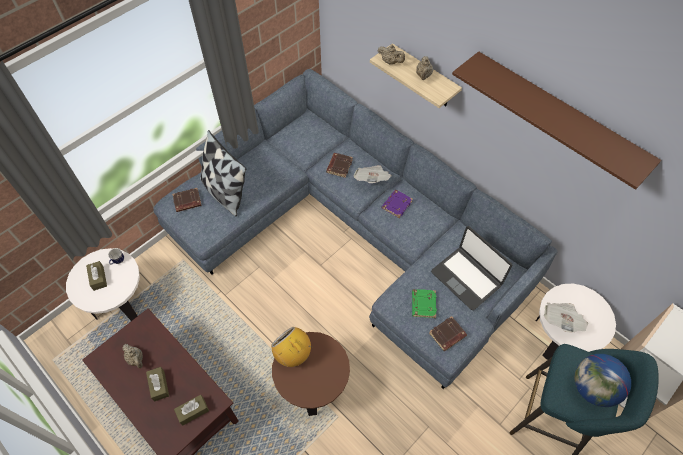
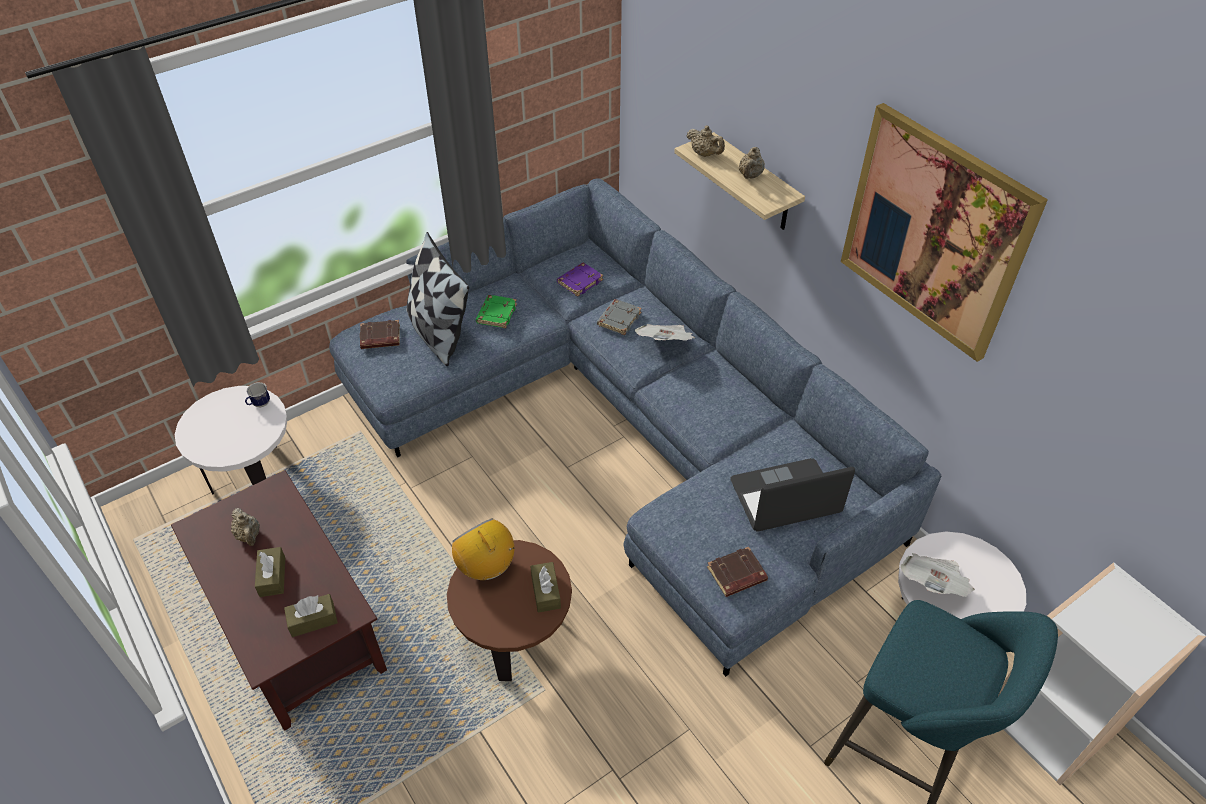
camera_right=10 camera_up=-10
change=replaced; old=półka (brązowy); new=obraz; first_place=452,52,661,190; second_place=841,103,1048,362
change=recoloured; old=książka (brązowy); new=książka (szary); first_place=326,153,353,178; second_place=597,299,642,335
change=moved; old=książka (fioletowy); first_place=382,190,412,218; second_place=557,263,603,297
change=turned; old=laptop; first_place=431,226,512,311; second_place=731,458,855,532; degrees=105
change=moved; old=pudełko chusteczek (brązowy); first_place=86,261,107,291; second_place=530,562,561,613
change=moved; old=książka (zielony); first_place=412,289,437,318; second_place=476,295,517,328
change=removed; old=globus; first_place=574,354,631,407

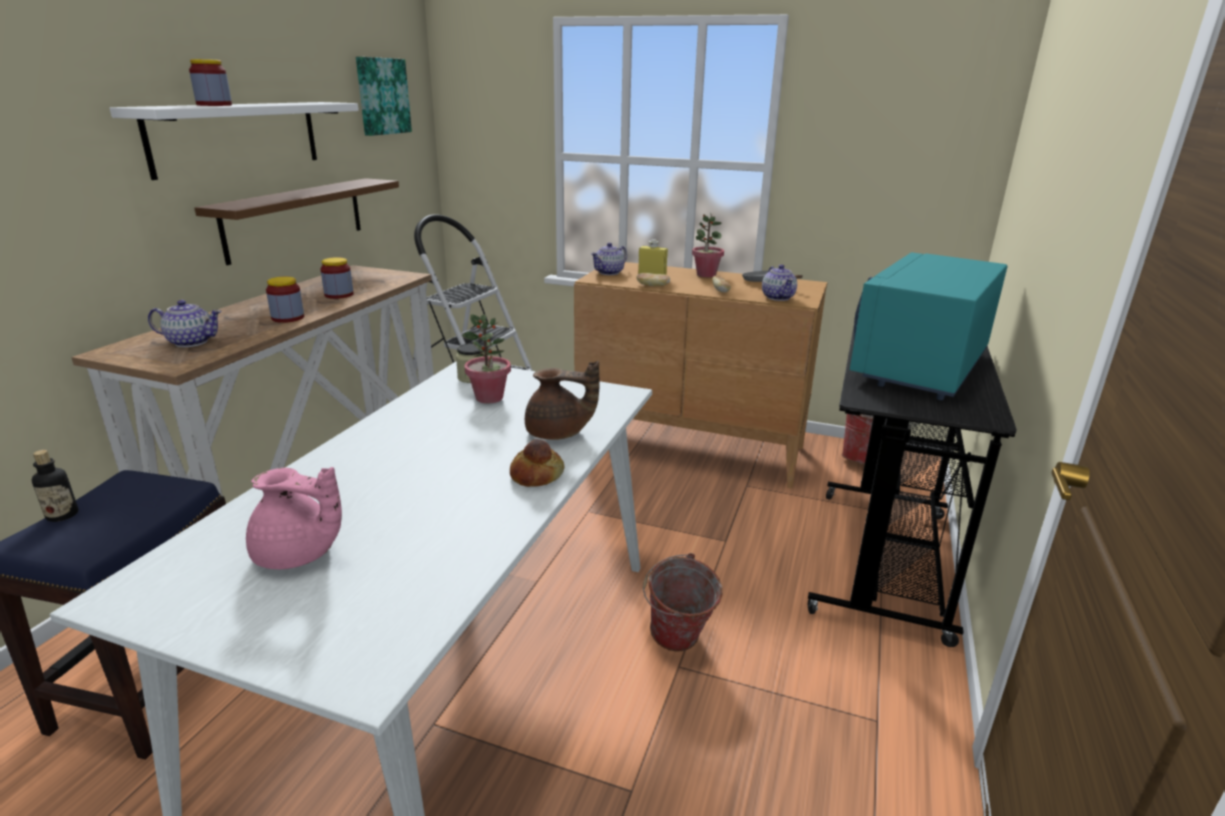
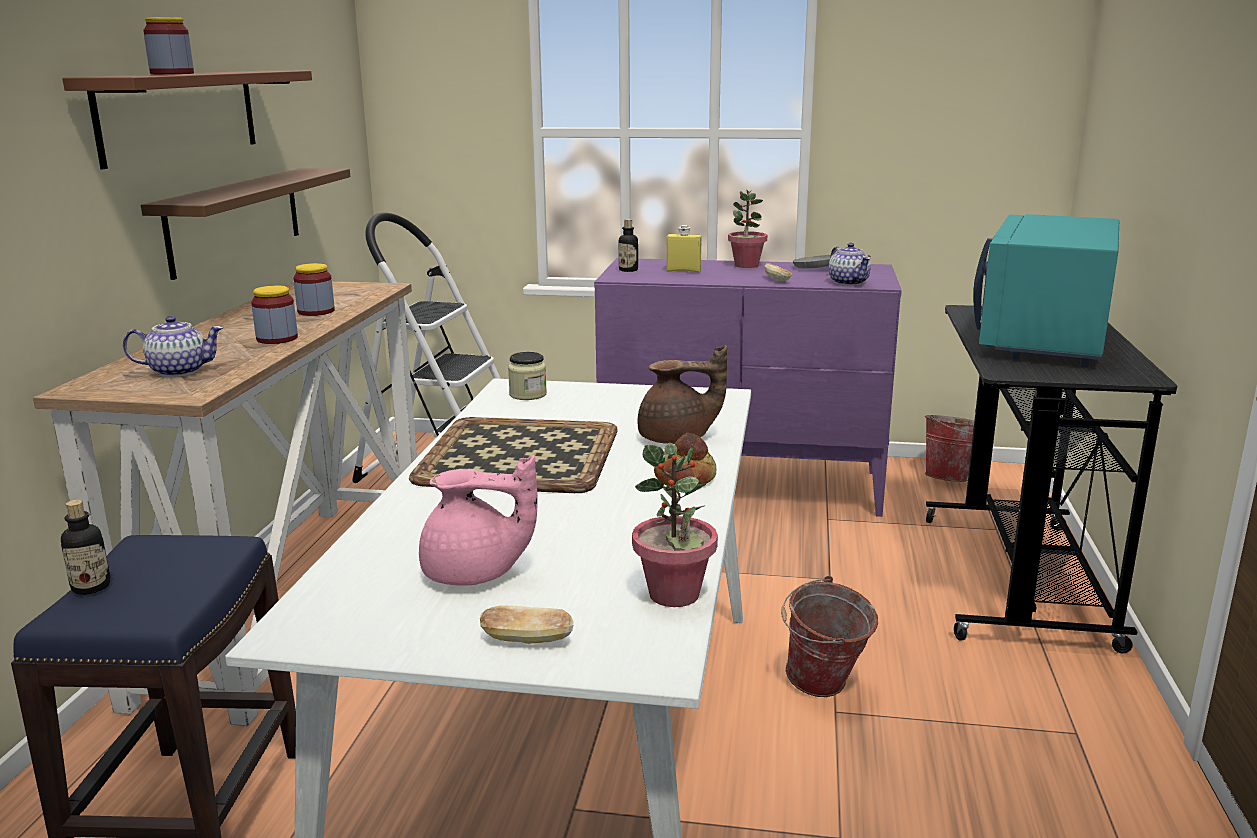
camera_right=-10 camera_up=-5
change=removed; old=obraz; first_place=356,57,412,136
change=recoloured; old=półka (biały); new=półka (brązowy); first_place=109,102,359,180; second_place=62,71,312,169
change=replaced; old=imbryk; new=butelka; first_place=591,243,627,275; second_place=619,219,638,272
change=recoloured; old=szafka (brązowy); new=szafka (fioletowy); first_place=574,262,828,489; second_place=594,258,902,517
change=moved; old=chleb; first_place=636,273,670,286; second_place=480,605,574,644
change=moved; old=roślina doniczkowa; first_place=462,314,511,404; second_place=632,443,718,607
change=added; new=taca; second_place=409,417,618,493

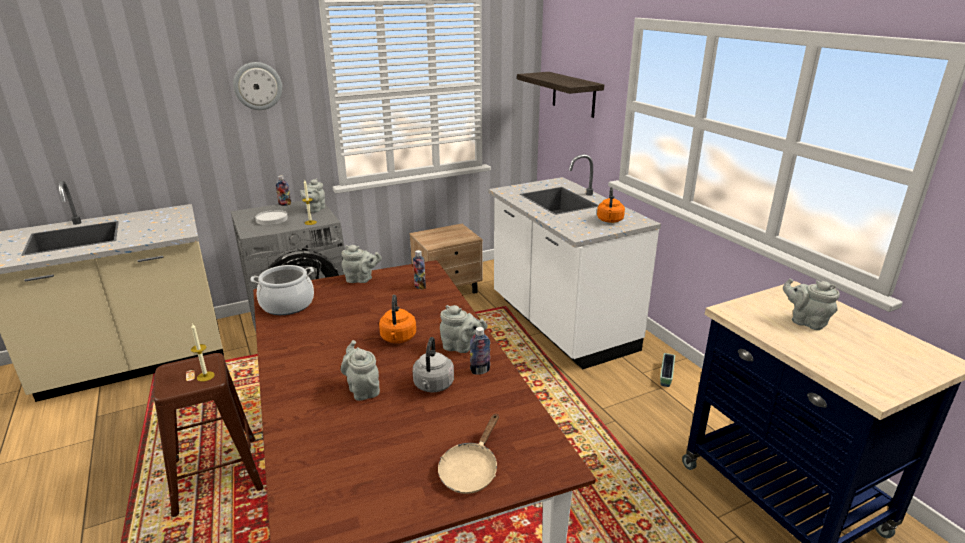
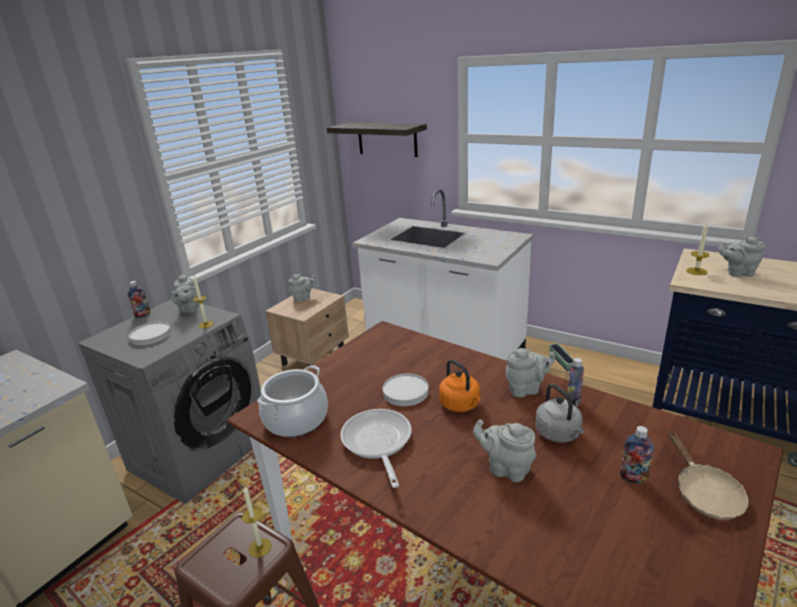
camera_right=-30 camera_up=0
change=removed; old=zegar ścienny; first_place=233,62,282,110
change=removed; old=czajnik (pomarańczowy); first_place=597,187,625,223
change=moved; old=imbryk (szary); first_place=342,245,382,283; second_place=289,274,317,302
change=moved; old=butelka; first_place=413,250,426,290; second_place=620,426,654,484
change=added; new=świeca; second_place=686,223,710,275
change=added; new=talerz (biały); second_place=383,374,429,406
change=added; new=patelnia; second_place=341,409,412,488

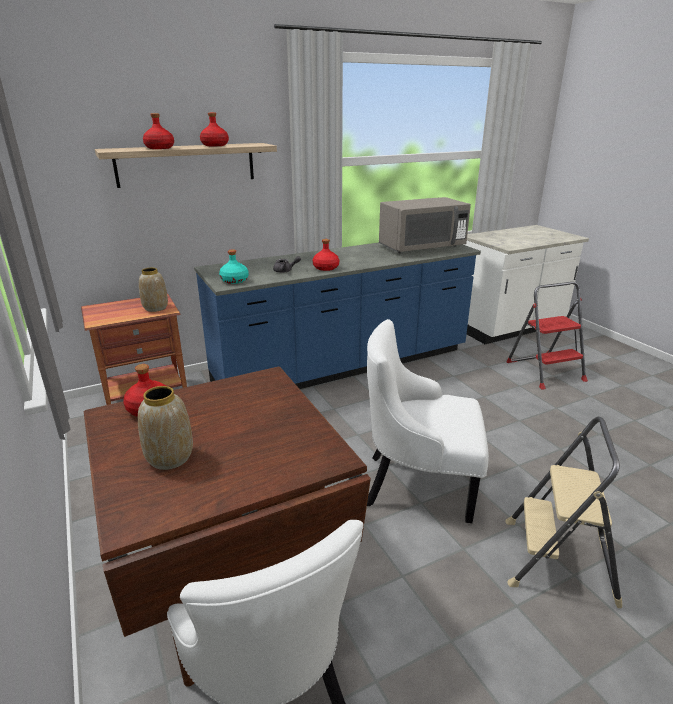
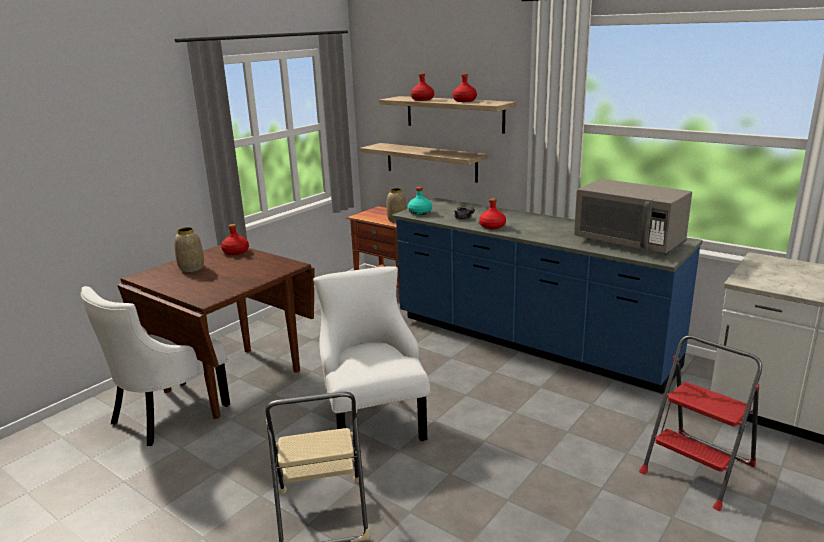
camera_right=65 camera_up=-5
change=added; new=półka; second_place=360,143,488,183

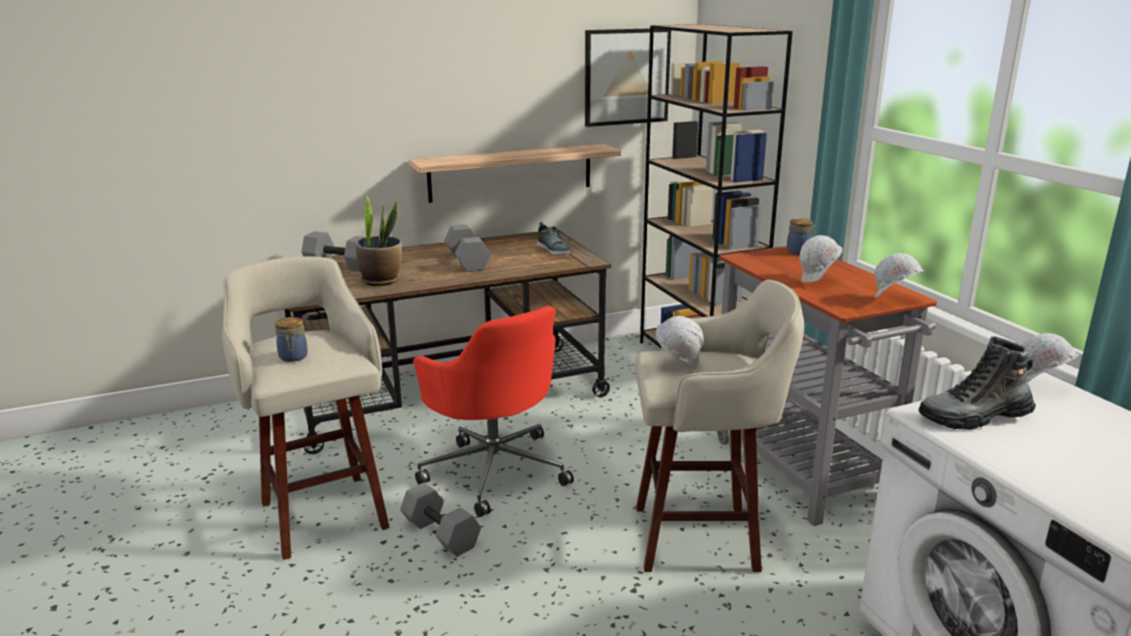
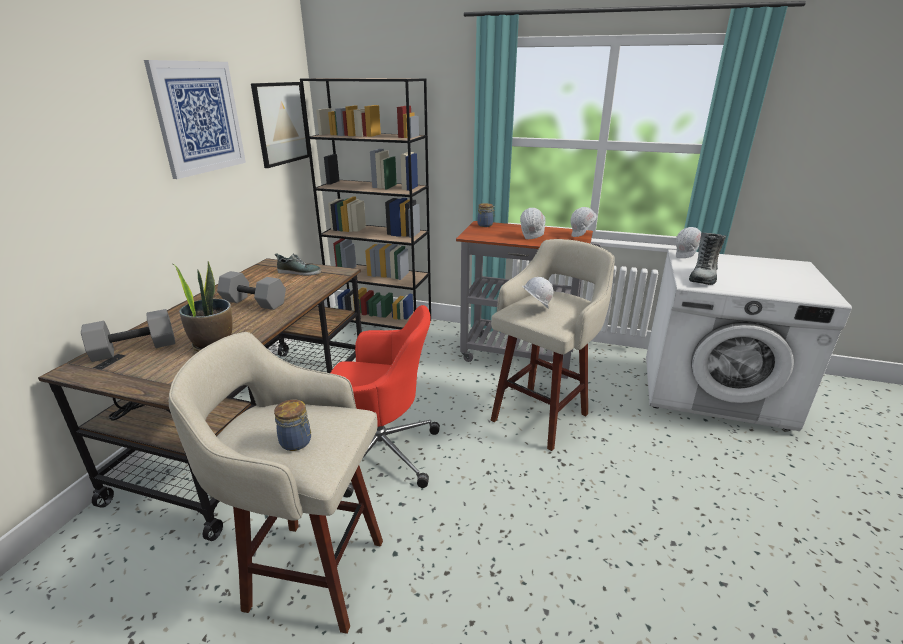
camera_right=-50 camera_up=5
change=removed; old=półka; first_place=409,144,621,203
change=removed; old=hantel (szary); first_place=400,483,481,557
change=added; new=obraz; second_place=144,60,246,179

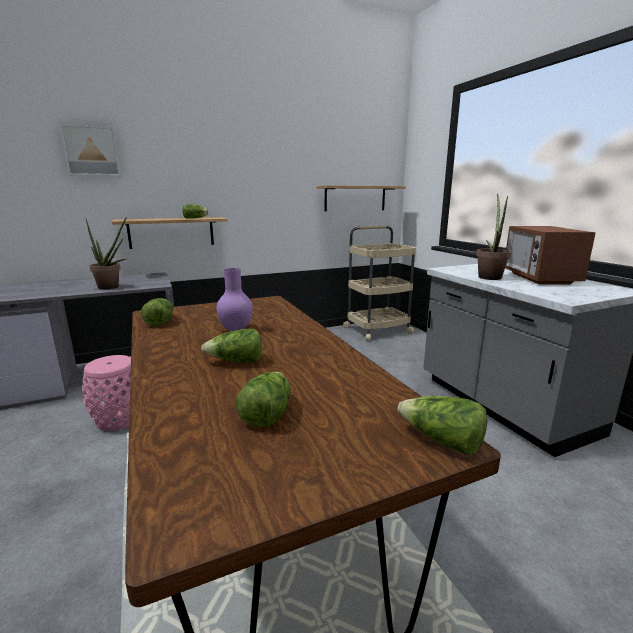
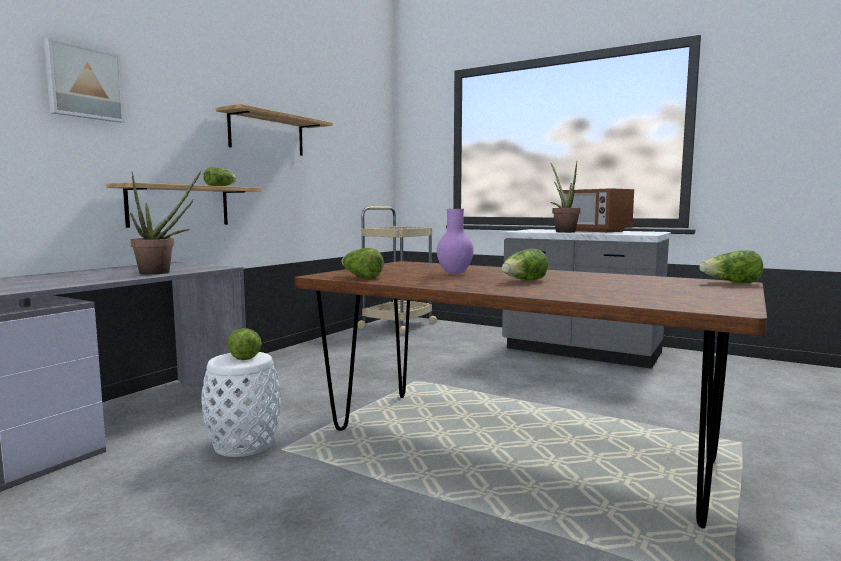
camera_right=-35 camera_up=-10
change=moved; old=półka; first_place=316,185,406,212; second_place=216,104,333,156
change=recoloured; old=stołek (różowy); new=stołek (biały); first_place=82,355,131,431; second_place=201,352,281,457
change=moved; old=sałata; first_place=235,372,291,427; second_place=227,328,262,360

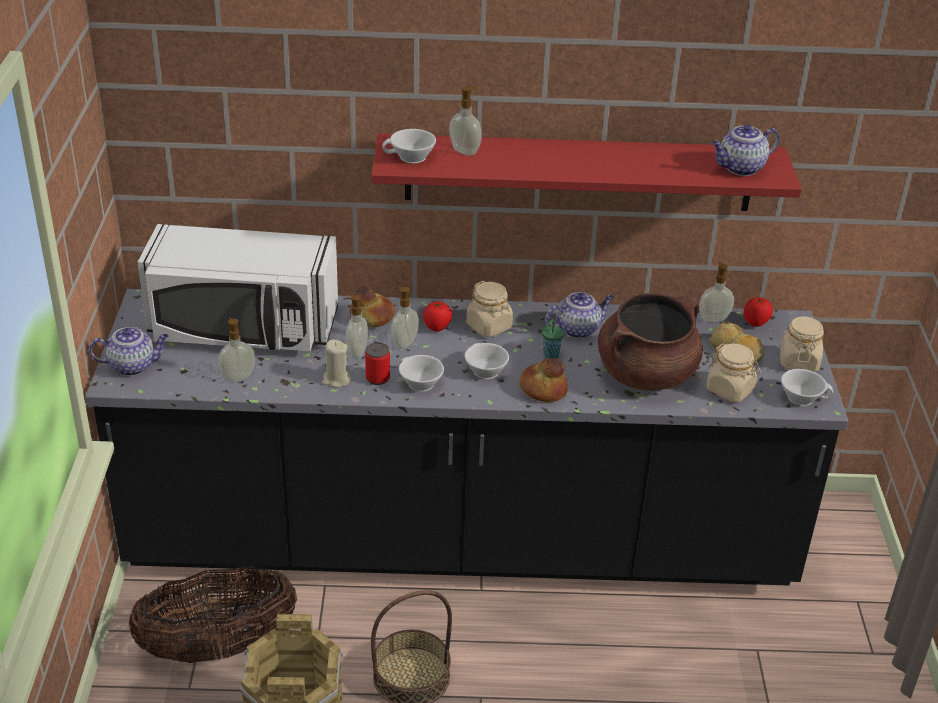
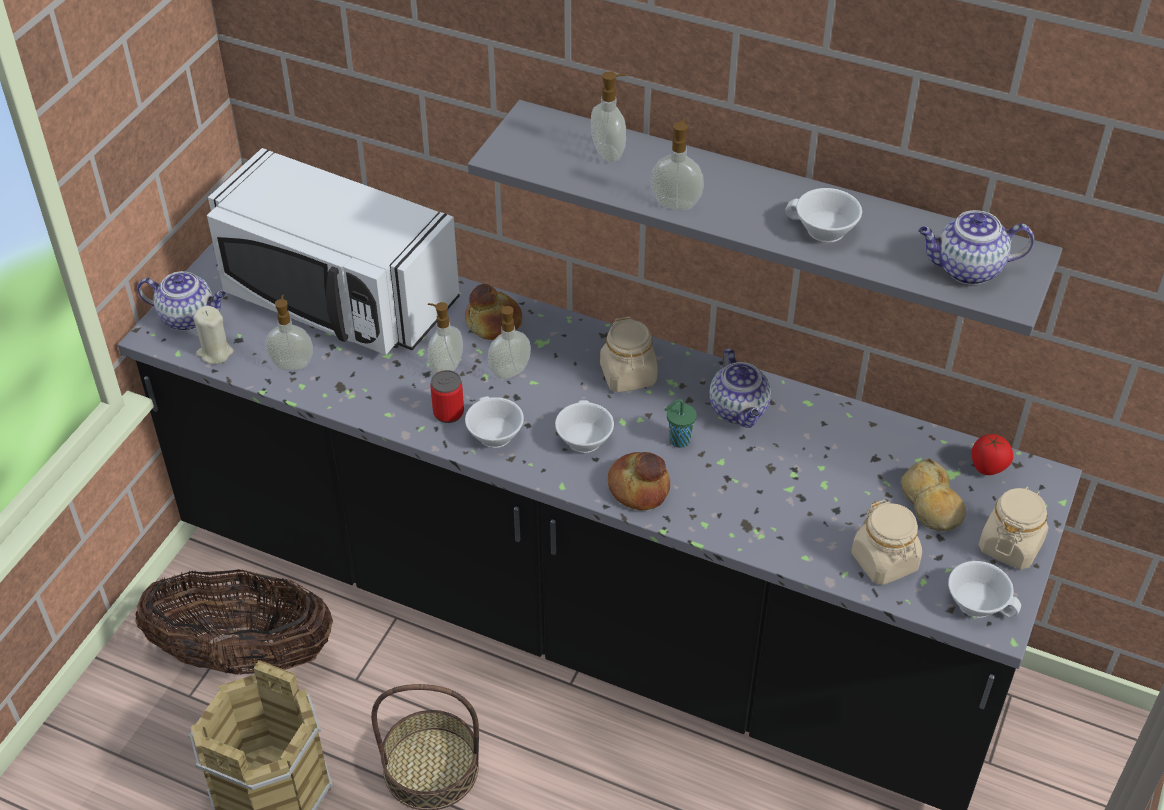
camera_right=25 camera_up=10
change=moved; old=filiżanka (biały); first_place=383,129,436,163; second_place=786,188,862,243
change=recoloured; old=półka (czerwony); new=półka (szary); first_place=372,134,802,211; second_place=468,100,1062,336
change=moved; old=dozownik mydła; first_place=699,262,734,322; second_place=651,118,704,211
change=turned; old=imbryk; first_place=545,292,614,338; second_place=709,349,771,428; degrees=75
change=removed; old=garnek (brązowy); first_place=598,293,703,391
change=removed; old=pomidor; first_place=423,301,452,332
change=moved; old=świeca (beżowy); first_place=322,340,351,387; second_place=193,306,234,364

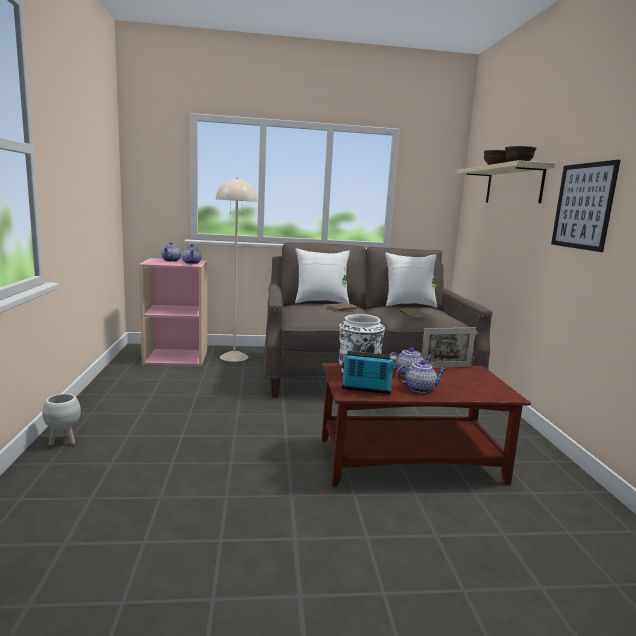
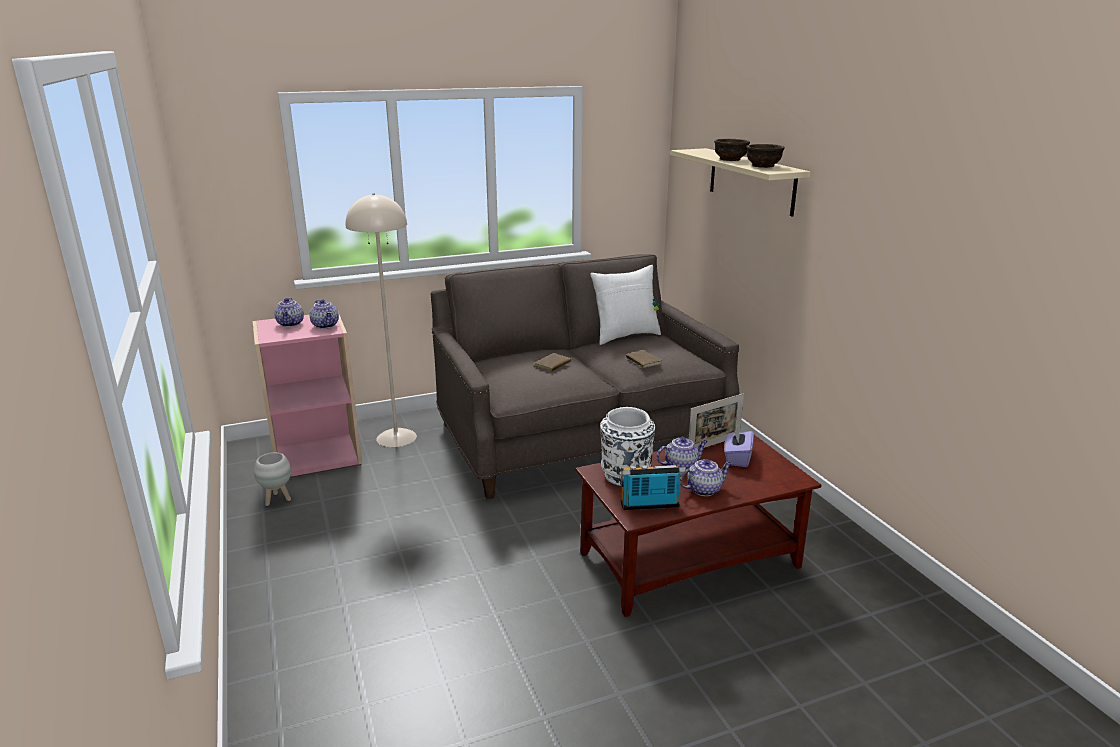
camera_right=-15 camera_up=10
change=removed; old=obraz; first_place=551,160,620,252
change=removed; old=poduszka (biały); first_place=295,248,350,303
change=moved; old=donica (biały); first_place=42,394,81,446; second_place=254,452,291,506
change=added; new=pudełko chusteczek (fioletowy); second_place=724,426,754,467

